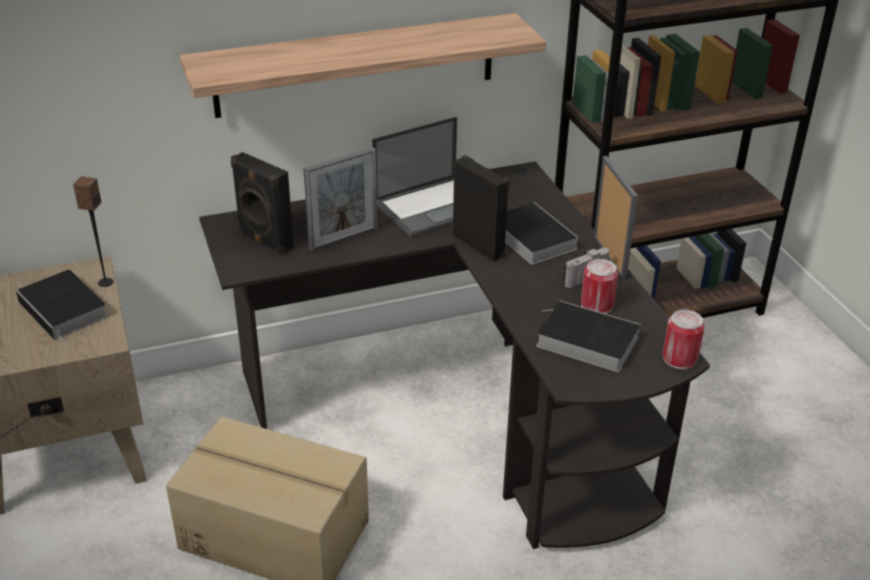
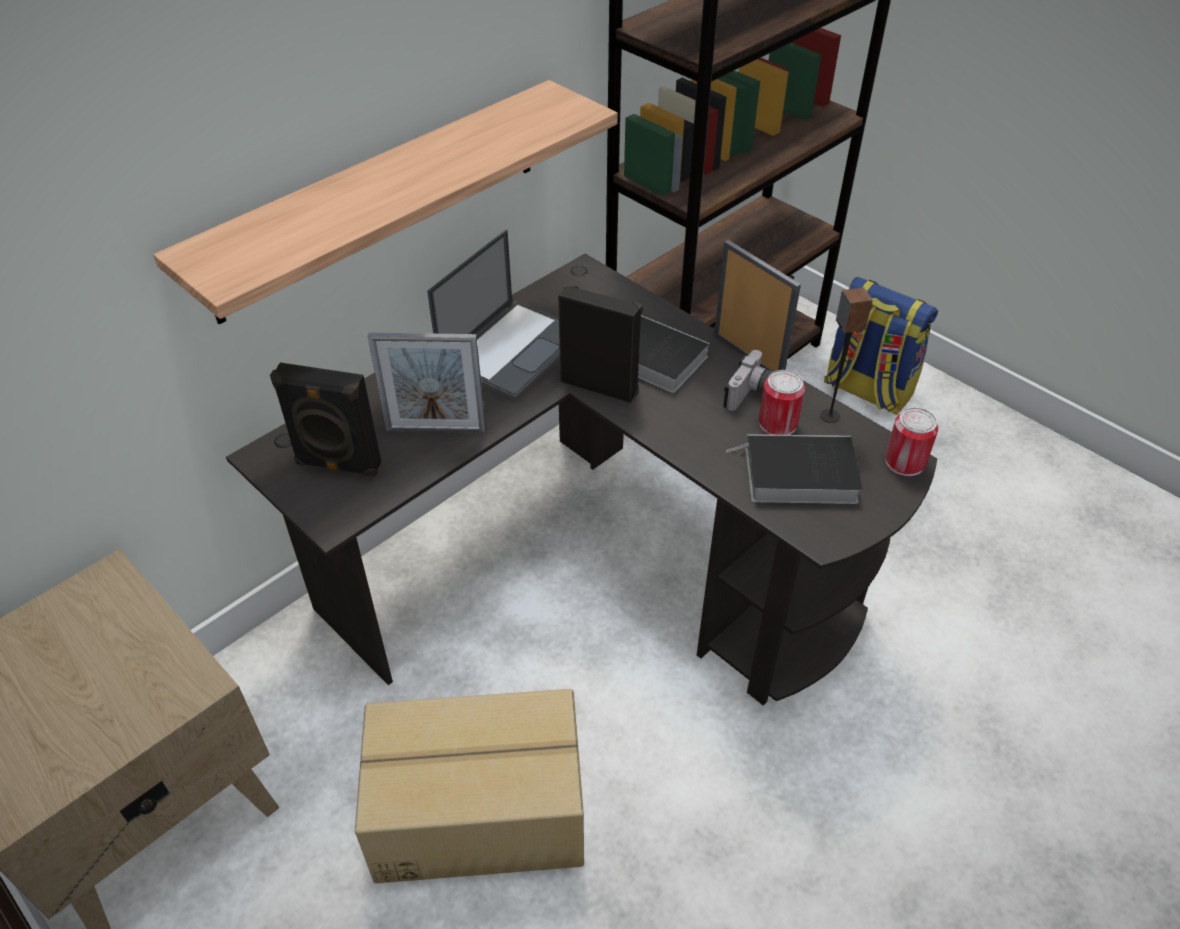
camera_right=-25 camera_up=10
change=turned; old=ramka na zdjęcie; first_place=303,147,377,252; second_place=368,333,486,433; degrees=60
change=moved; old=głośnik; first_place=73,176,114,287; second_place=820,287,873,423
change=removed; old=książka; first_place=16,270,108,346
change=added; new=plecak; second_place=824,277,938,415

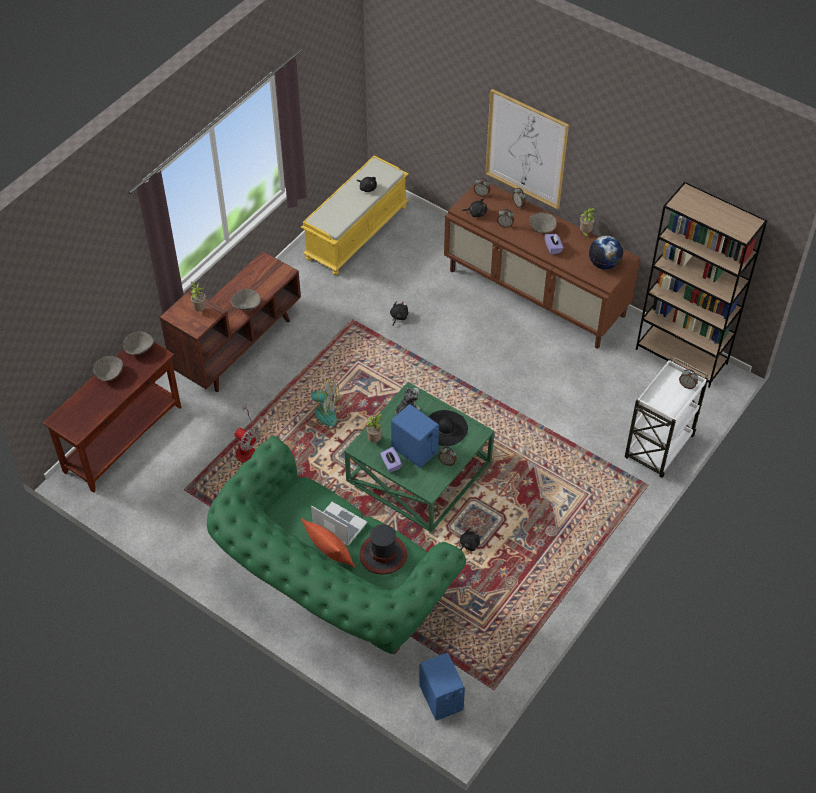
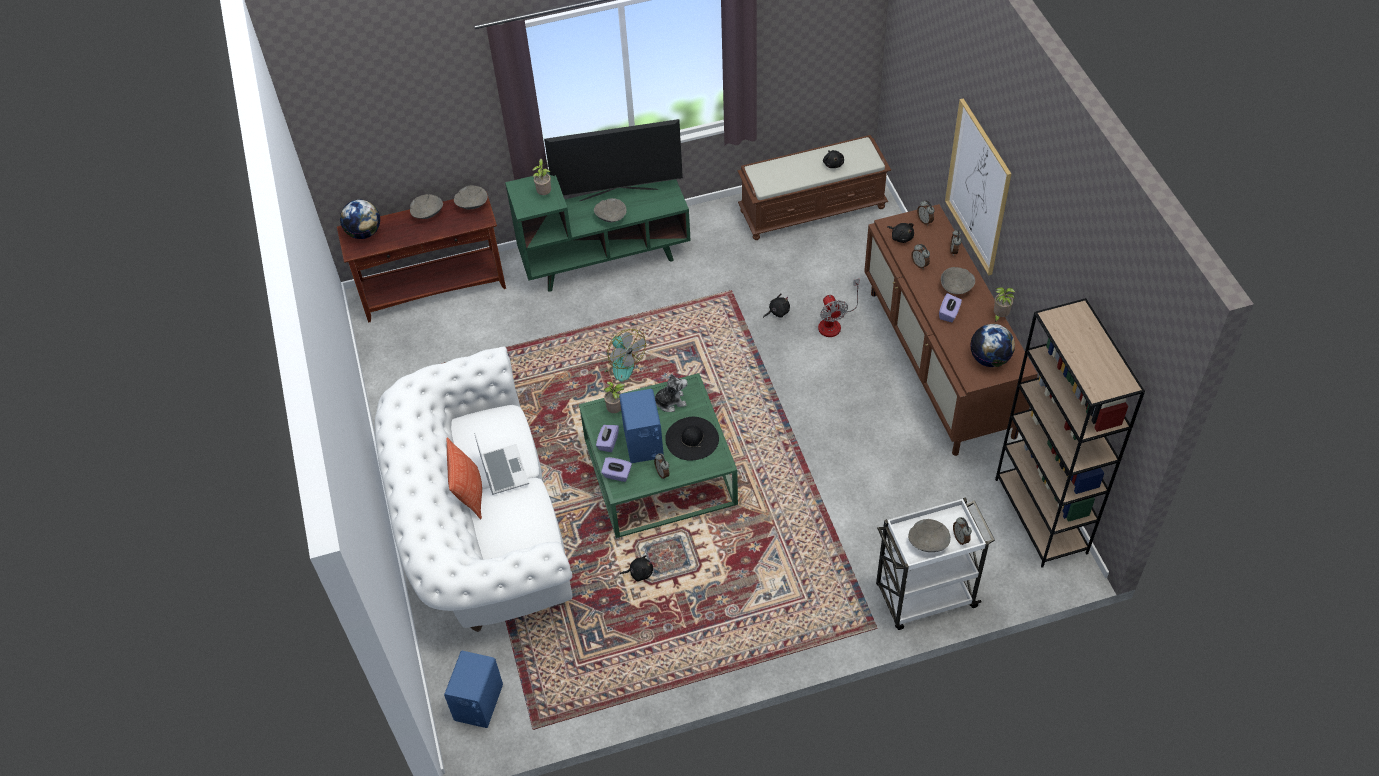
camera_right=40 camera_up=0
change=recoloured; old=ławka (żółty); new=ławka (brązowy); first_place=301,155,409,275; second_place=738,135,891,240
change=recoloured; old=szafka pod telewizor (brązowy); new=szafka pod telewizor (zielony); first_place=160,251,301,392; second_place=505,172,691,292
change=moved; old=wentylator; first_place=234,403,259,463; second_place=818,279,859,337
change=recoloured; old=kanapa (zielony); new=kanapa (biały); first_place=207,436,466,654; second_place=375,347,573,632
change=removed; old=kapelusz; first_place=359,524,407,575
change=added; new=telewizor; second_place=544,119,683,201
change=added; new=globus; second_place=340,199,380,239
change=added; new=pudełko chusteczek (fioletowy); second_place=601,457,632,482
change=added; new=miska (szary); second_place=908,519,951,552

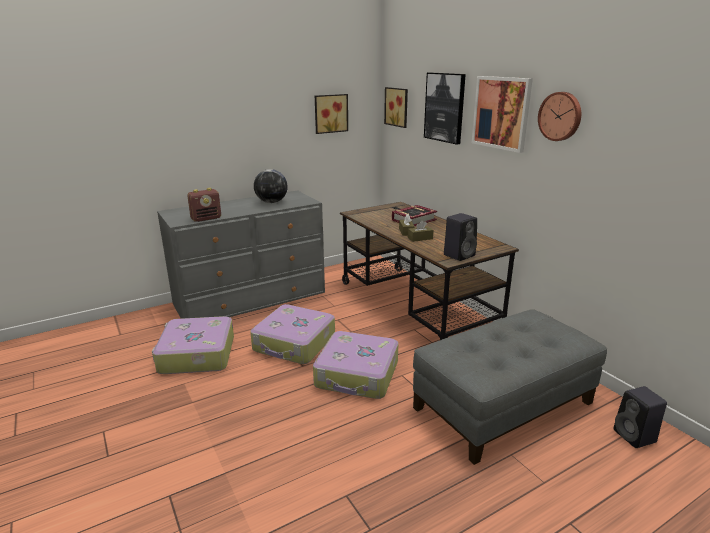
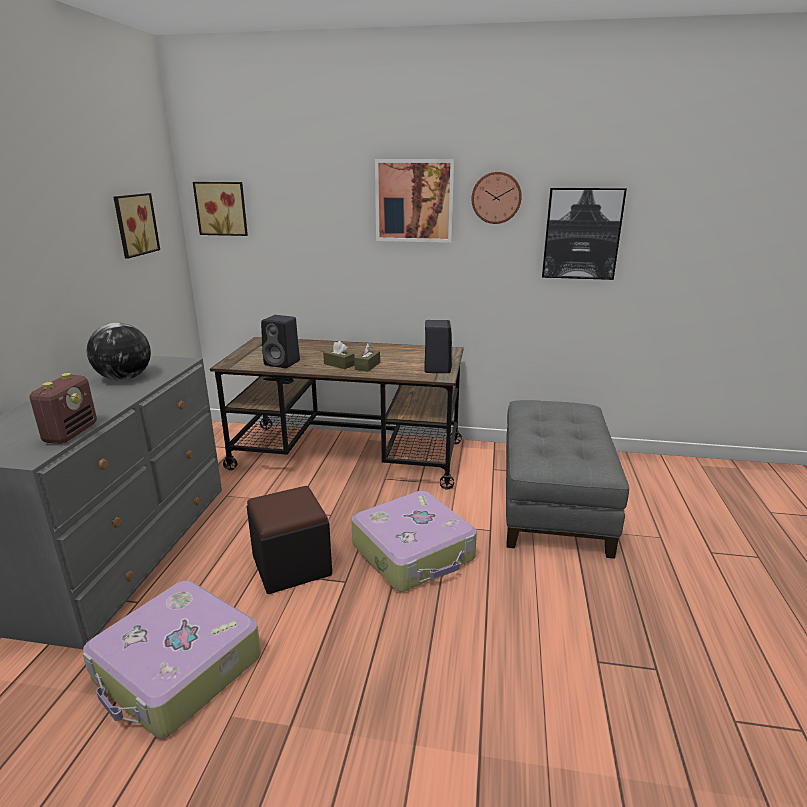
camera_right=-50 camera_up=0
change=moved; old=obraz; first_place=424,72,466,145; second_place=542,188,627,280
change=removed; old=książka; first_place=392,205,437,226
change=replaced; old=walizka; new=pufa (czarny); first_place=250,304,335,364; second_place=247,486,332,594
change=moved; old=głośnik (czarny); first_place=613,386,667,448; second_place=261,315,300,368

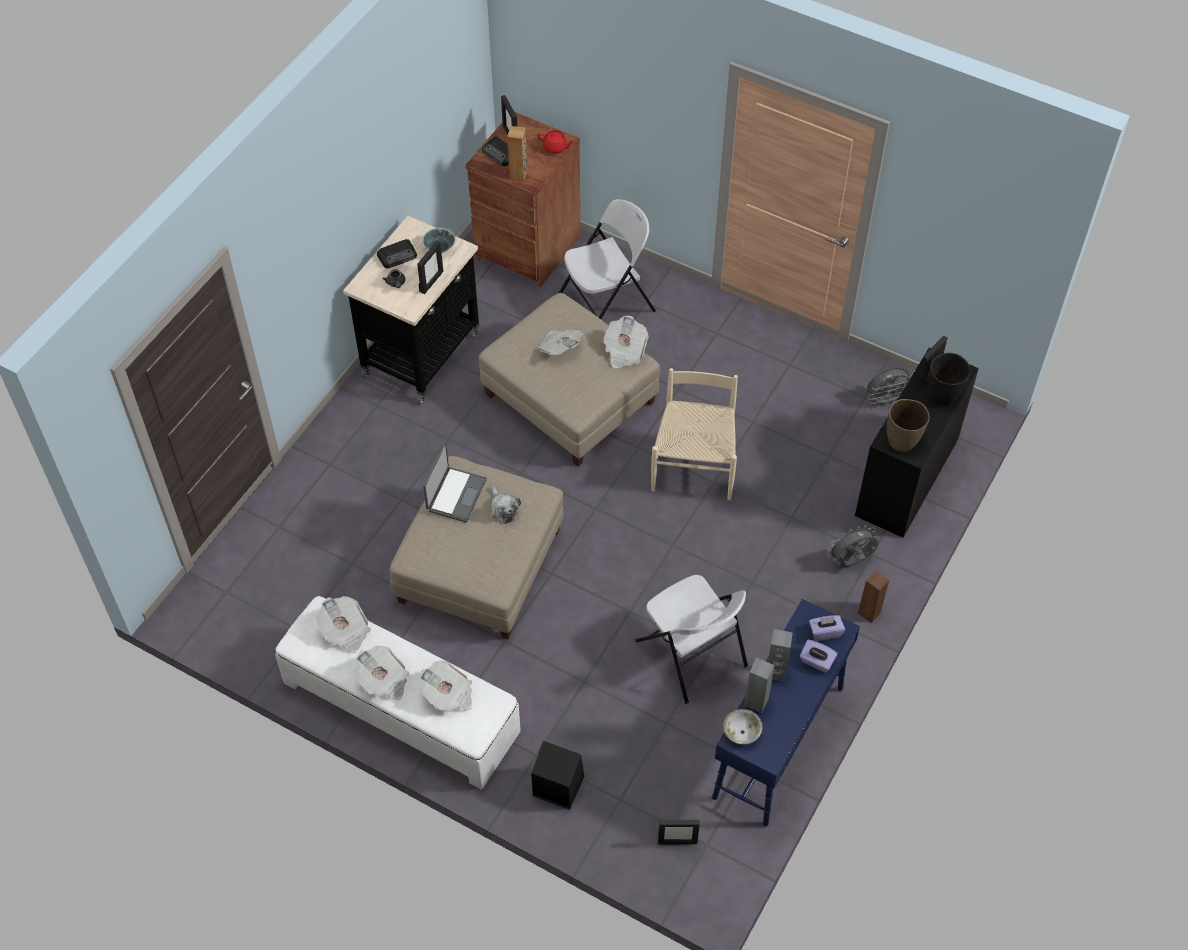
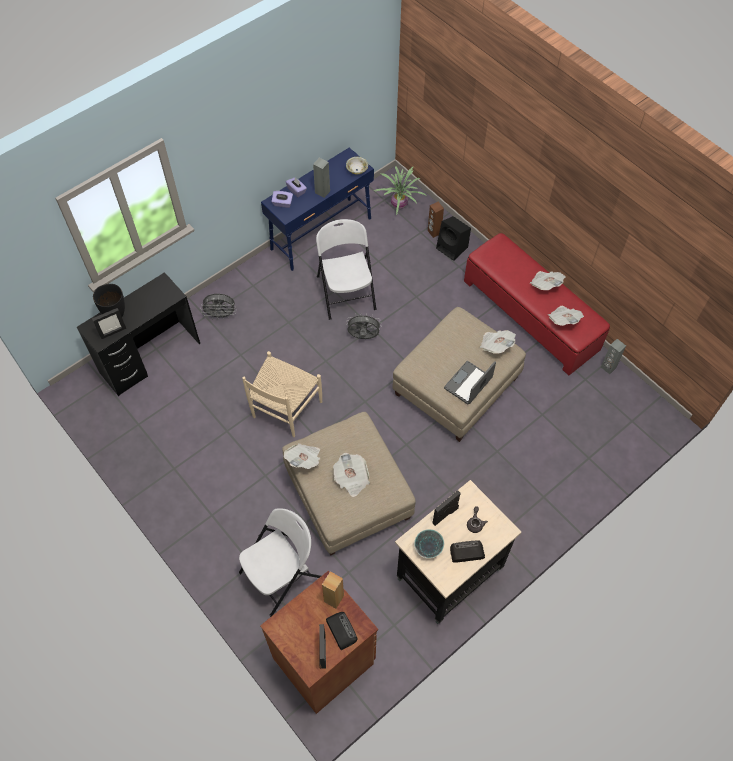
camera_right=-160 camera_up=5
change=removed; old=imbryk (czerwony); first_place=537,130,575,154
change=turned; old=krzesło (biały); first_place=558,199,656,319; second_place=239,508,321,617; degrees=150
change=moved; old=wentylator (szary); first_place=867,368,910,408; second_place=346,314,382,339
change=removed; old=wazon (brązowy); first_place=887,399,930,452
change=removed; old=pluszak; first_place=491,485,521,524
change=moved; old=głośnik (brązowy); first_place=858,571,889,623; second_place=428,202,444,238
change=recoloured; old=ławka (biały); new=ławka (czerwony); first_place=275,596,521,790; second_place=464,233,610,375
change=moved; old=głośnik (szary); first_place=744,658,775,713; second_place=601,339,626,374
change=moved; old=gazeta; first_place=420,661,472,712; second_place=480,330,516,354
change=replaced; old=ramka na zdjęcie; new=roślina doniczkowa; first_place=658,820,700,844; second_place=374,166,427,216

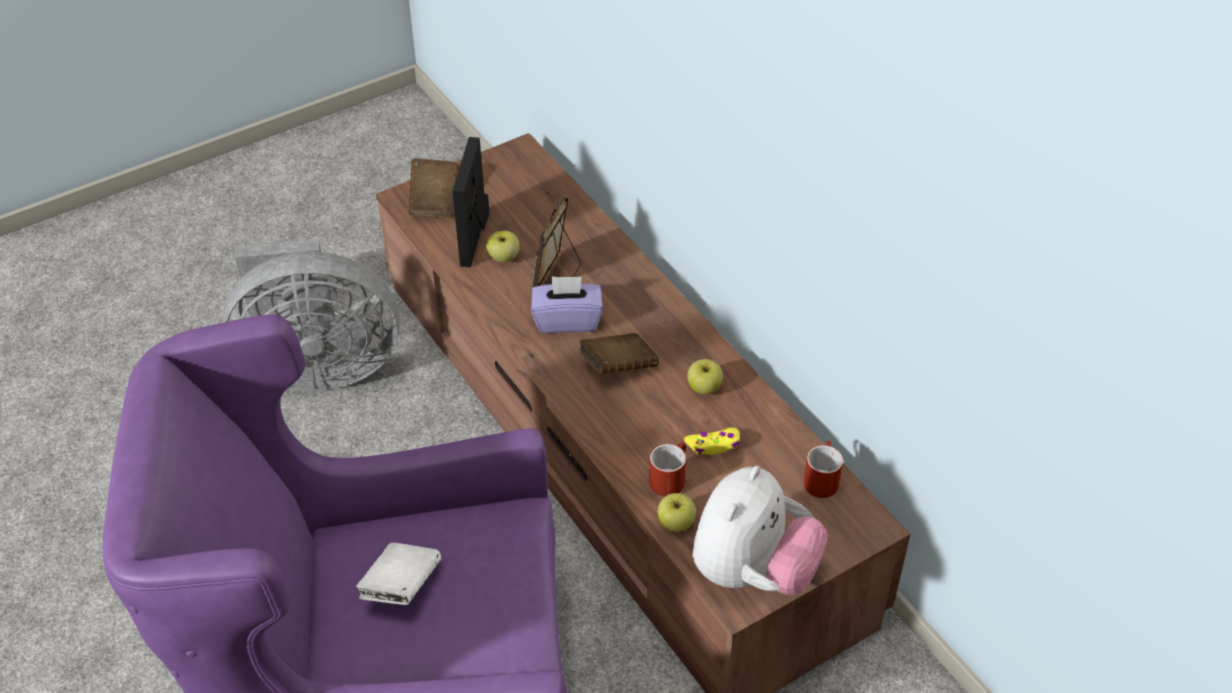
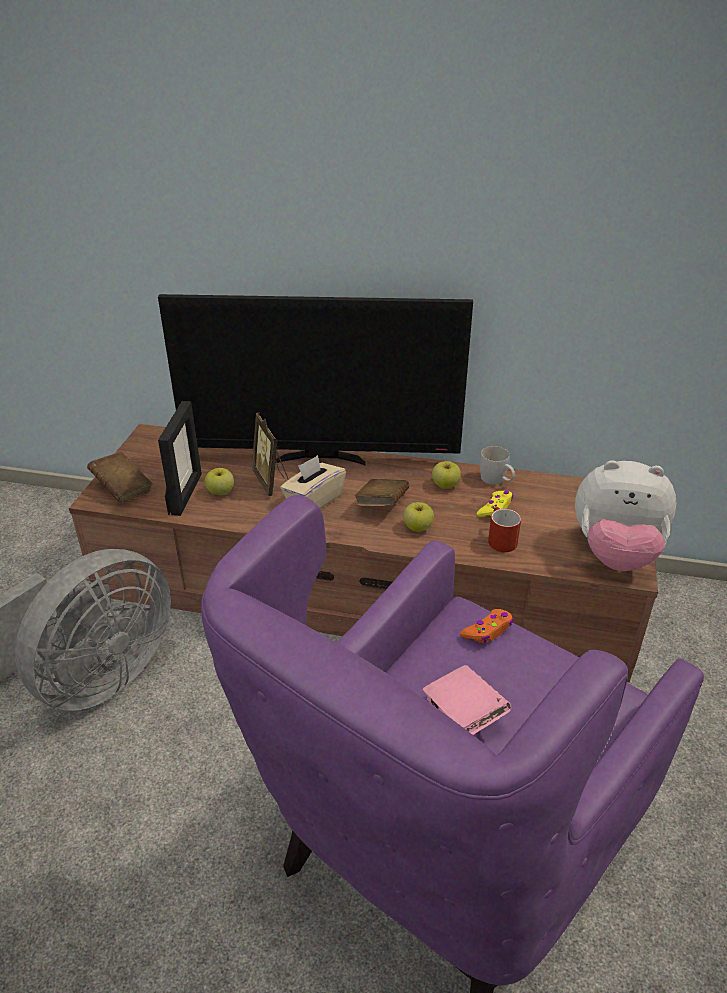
camera_right=-45 camera_up=-10
change=turned; old=ramka na zdjęcie; first_place=452,137,490,267; second_place=158,401,202,516; degrees=-135
change=recoloured; old=pudełko chusteczek (fioletowy); new=pudełko chusteczek (beżowy); first_place=531,276,603,333; second_place=280,455,346,509
change=removed; old=kubek (czerwony); first_place=804,441,843,498
change=turned; old=pluszak; first_place=693,466,828,595; second_place=575,460,676,571; degrees=120
change=moved; old=jabłko; first_place=657,493,696,532; second_place=403,502,434,532
change=recoloured; old=książka (biały); new=książka (różowy); first_place=356,543,441,605; second_place=423,665,511,735
change=added; new=telewizor; second_place=158,294,473,465
change=added; new=kubek (biały); second_place=480,446,515,484
change=added; new=pad do gier (pomarańczowy); second_place=460,609,514,643

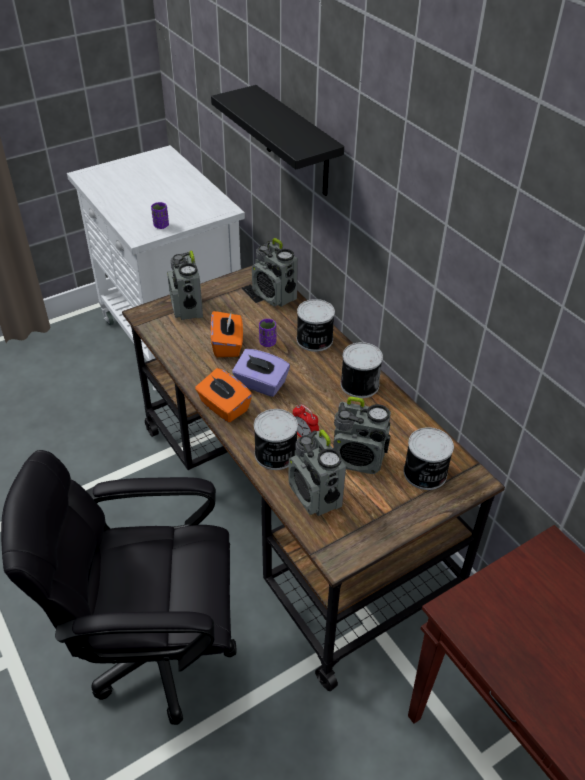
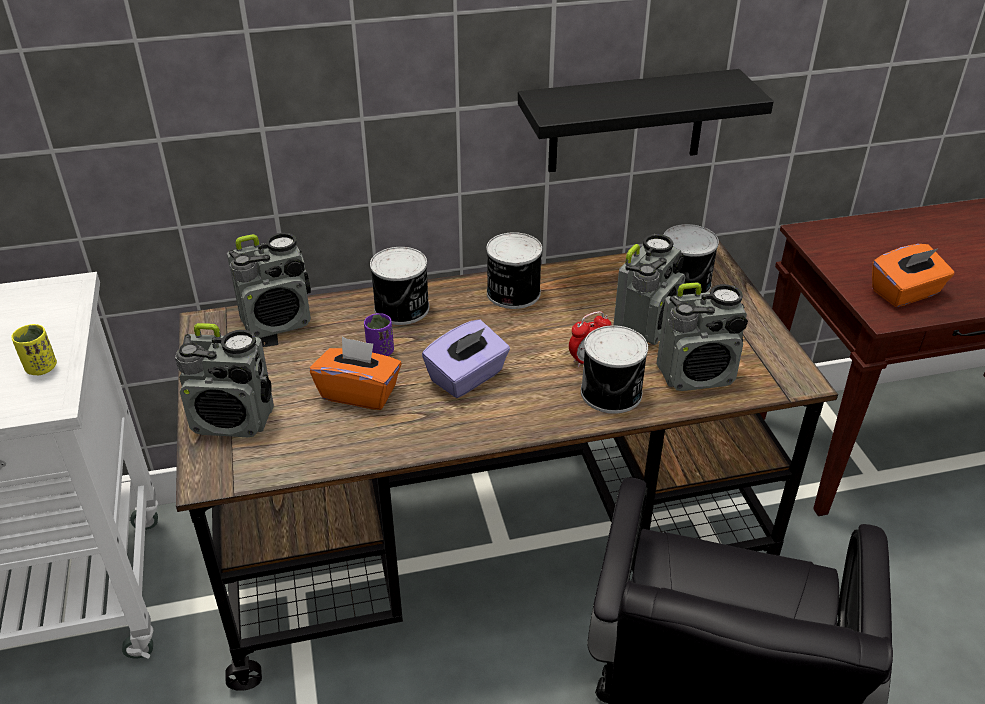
camera_right=-70 camera_up=-5
change=moved; old=półka (czarny); first_place=211,85,344,196; second_place=518,69,774,172
change=recoloured; old=filiżanka (fioletowy); new=filiżanka (żółty); first_place=151,202,169,229; second_place=11,324,57,375
change=moved; old=pudełko chusteczek (pomarańczowy); first_place=195,368,252,423; second_place=872,244,954,307

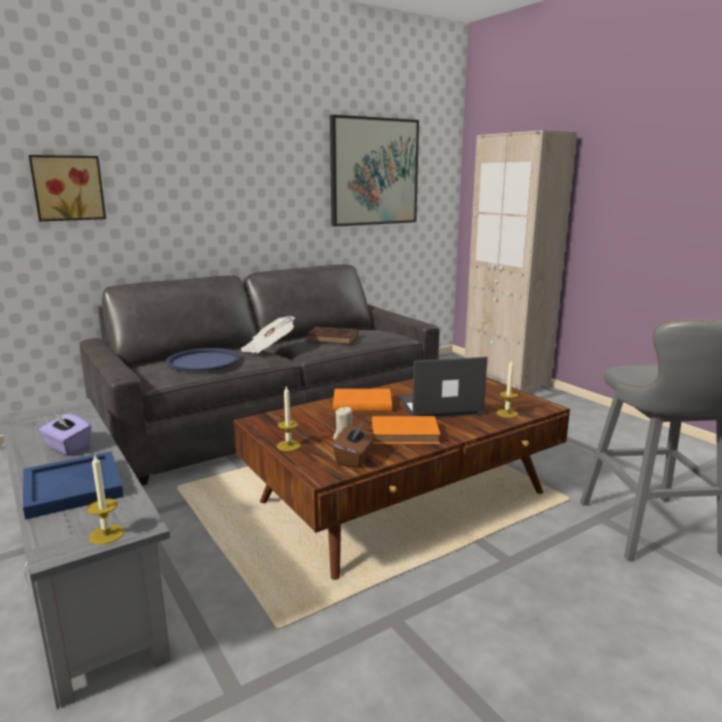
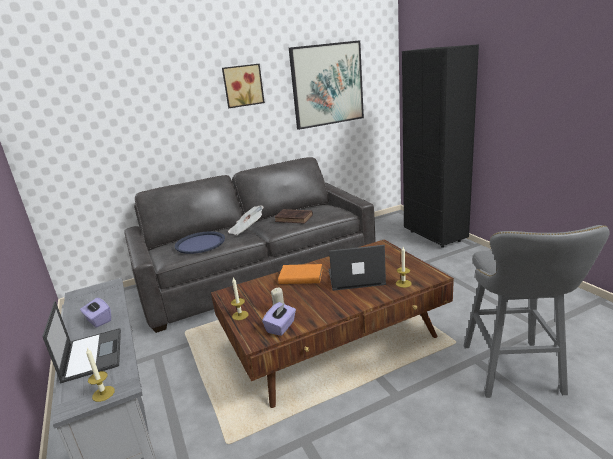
camera_right=10 camera_up=5
change=recoloured; old=szafka (beżowy); new=szafka (czarny); first_place=465,130,577,391; second_place=402,44,479,248
change=moved; old=obraz; first_place=29,155,106,221; second_place=222,64,265,108
change=removed; old=książka (pomarańczowy); first_place=372,416,440,444
change=recoloured; old=pudełko chusteczek (brązowy); new=pudełko chusteczek (fioletowy); first_place=333,422,375,468; second_place=262,302,296,336
change=replaced; old=taca (niebieski); new=laptop; first_place=23,451,124,520; second_place=42,301,121,384

